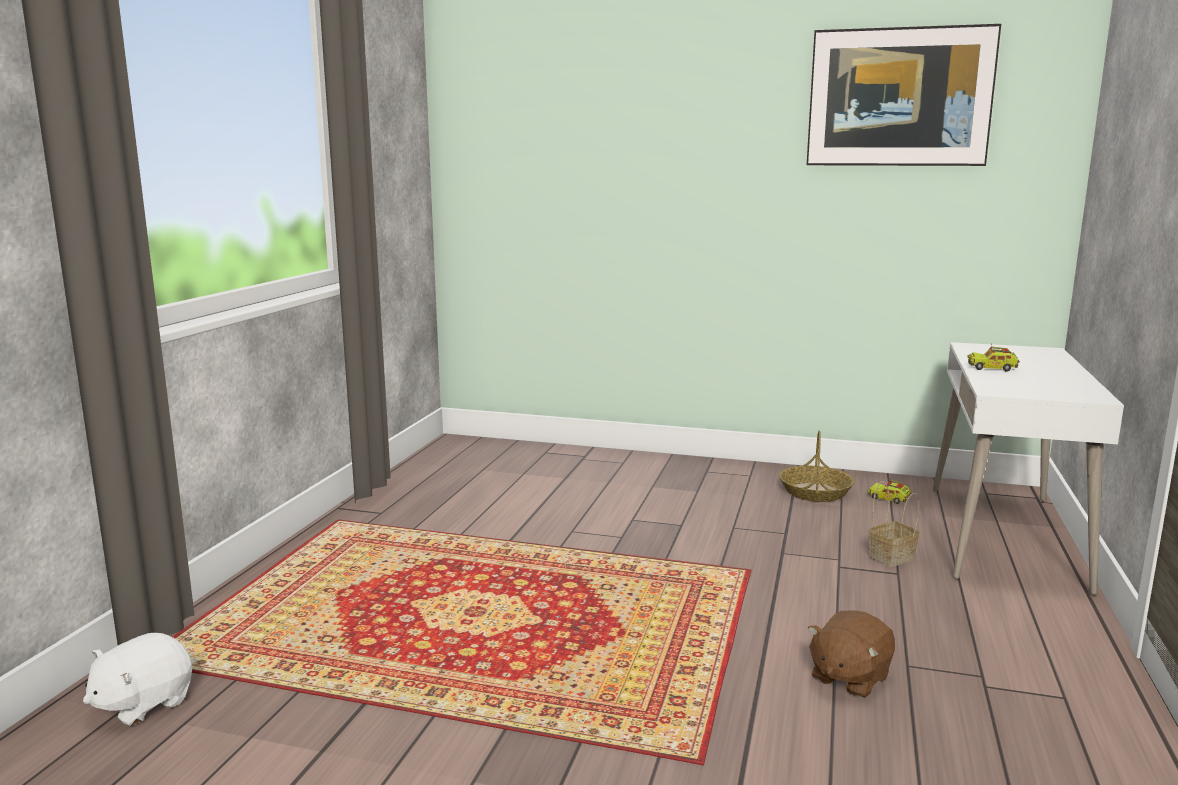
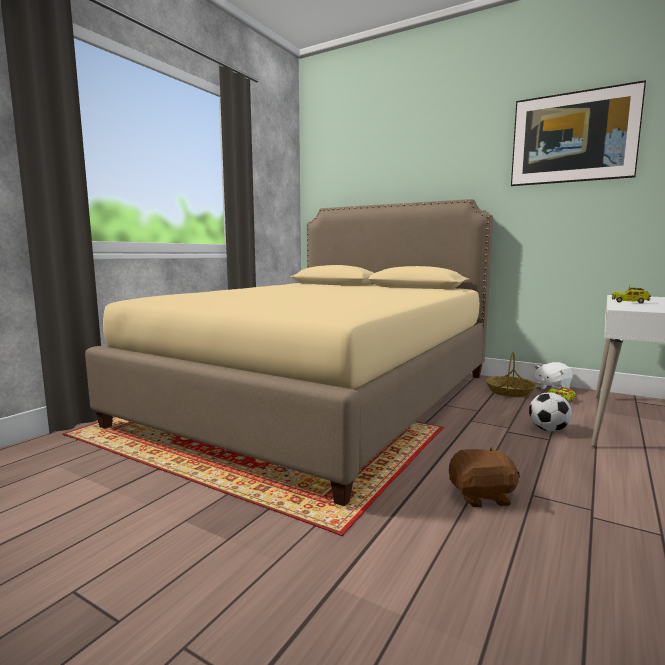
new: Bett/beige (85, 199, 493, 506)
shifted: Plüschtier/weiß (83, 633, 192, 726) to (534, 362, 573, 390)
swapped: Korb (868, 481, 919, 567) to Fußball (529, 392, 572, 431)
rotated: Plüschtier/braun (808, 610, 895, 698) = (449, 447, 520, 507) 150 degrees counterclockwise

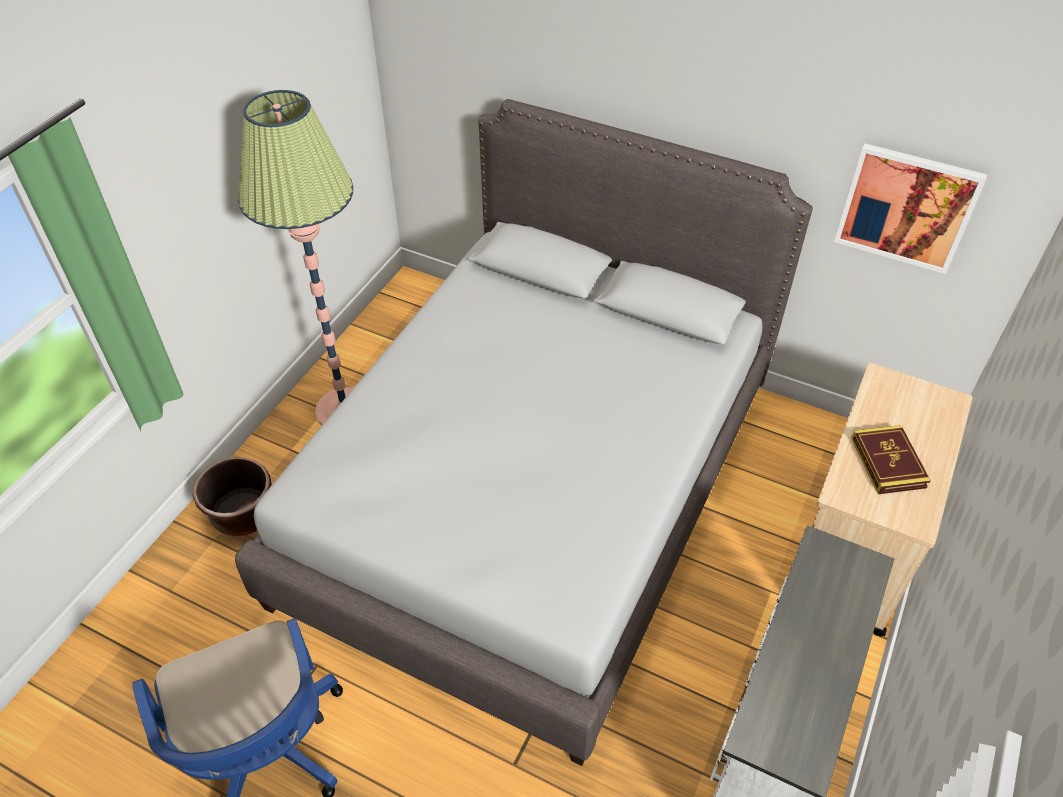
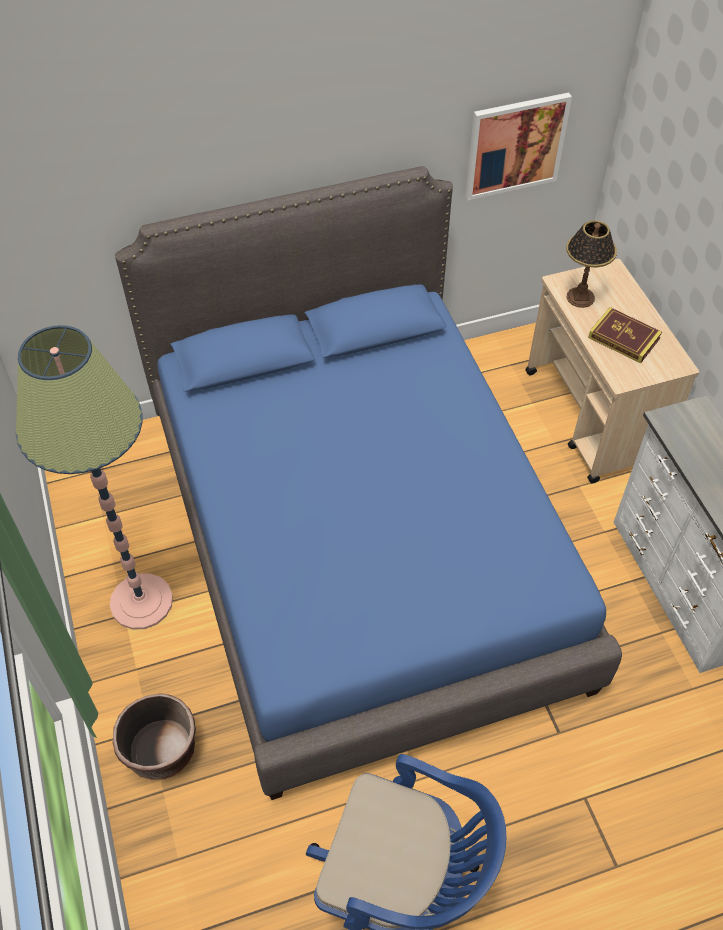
new: Tischlampe (566, 221, 617, 308)
repainted: Bett/grau (235, 99, 813, 766) to Bett/blau (115, 166, 622, 800)

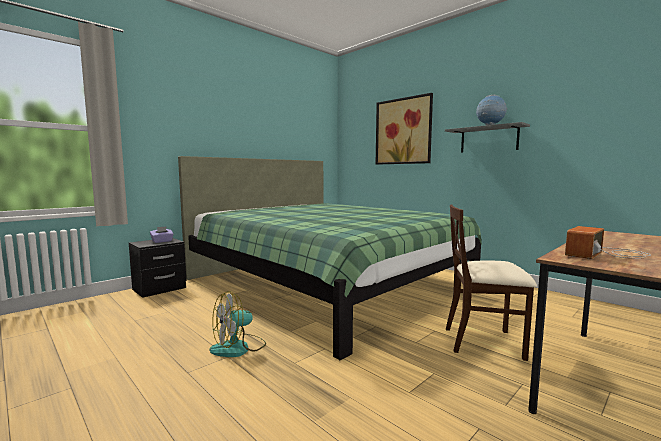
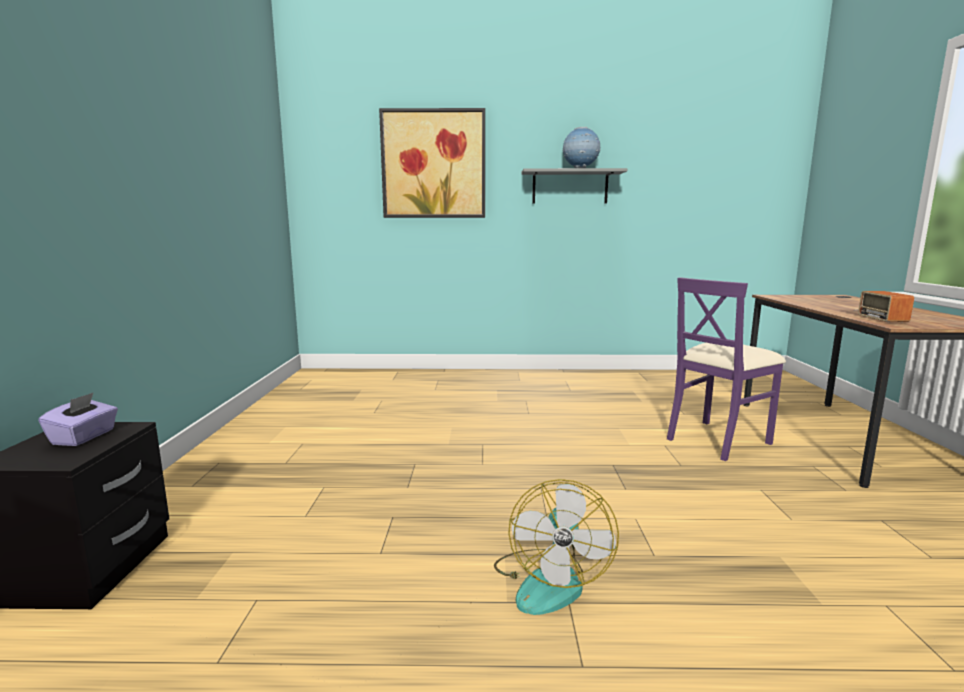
gone: Bett/grün (178, 156, 482, 360)
repainted: Stuhl/beige (446, 205, 537, 361) to Stuhl/lila (667, 277, 786, 461)

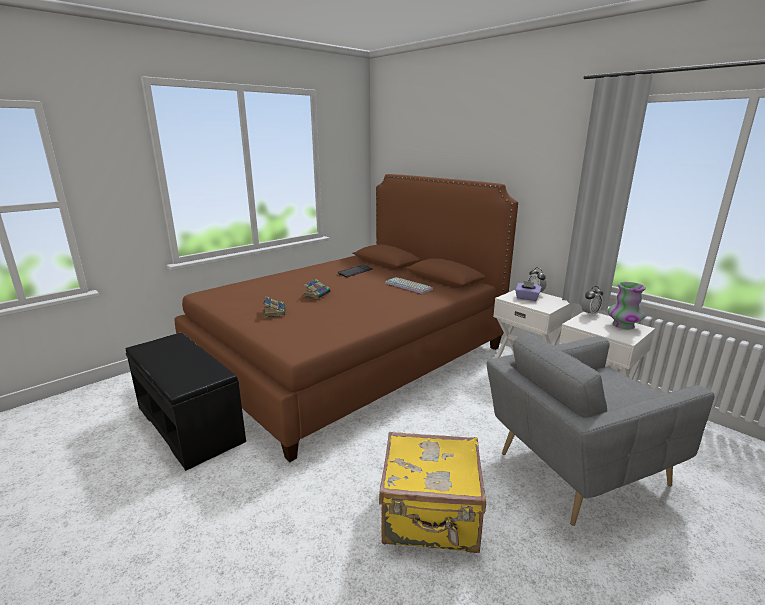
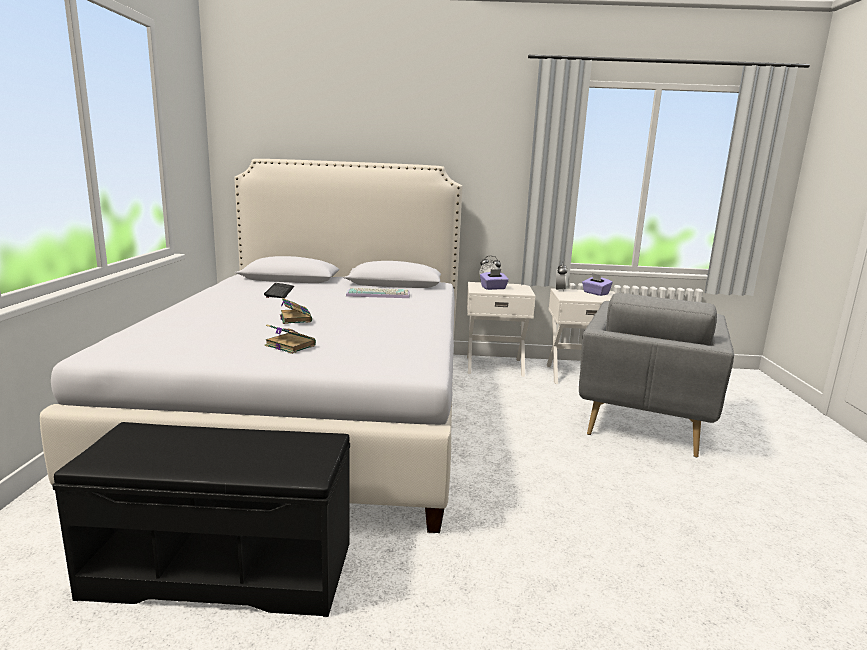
gone: Koffer/gelb (379, 432, 486, 553)
swapped: Vase (608, 282, 646, 329) to Taschentuchbox/lila (582, 273, 613, 296)
repainted: Bett/braun (175, 174, 518, 462) to Bett/weiß (40, 159, 462, 533)

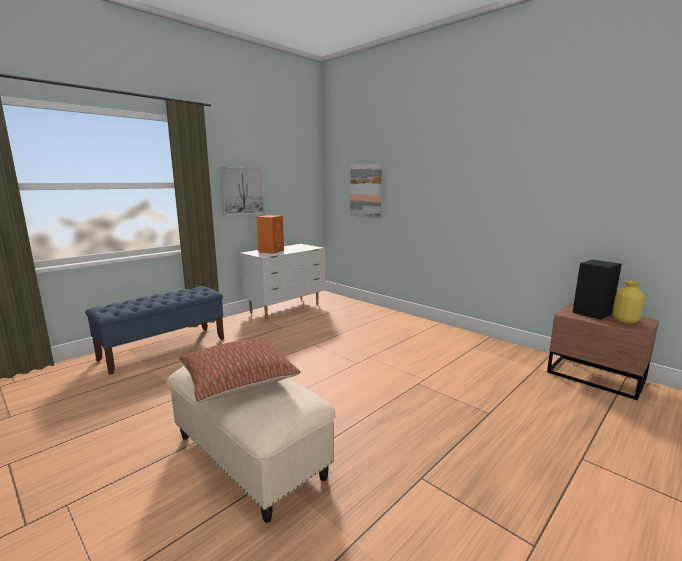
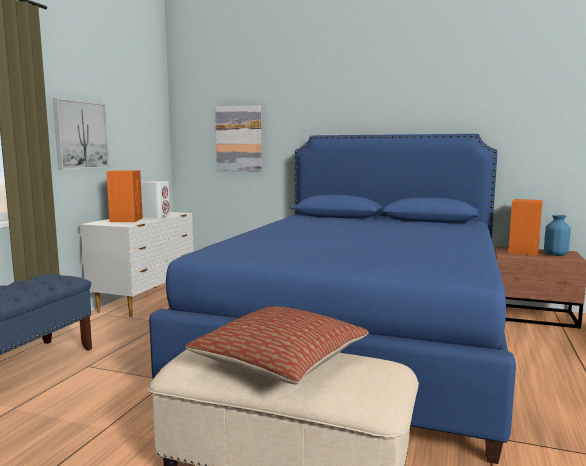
new: Bett/blau (149, 134, 516, 464); Lautsprecher/weiß (141, 181, 170, 218)
repainted: Lautsprecher/schwarz (572, 260, 622, 320) to Lautsprecher/orange (508, 199, 543, 256); Vase/gelb (612, 281, 645, 323) to Vase/blau (544, 215, 571, 256)

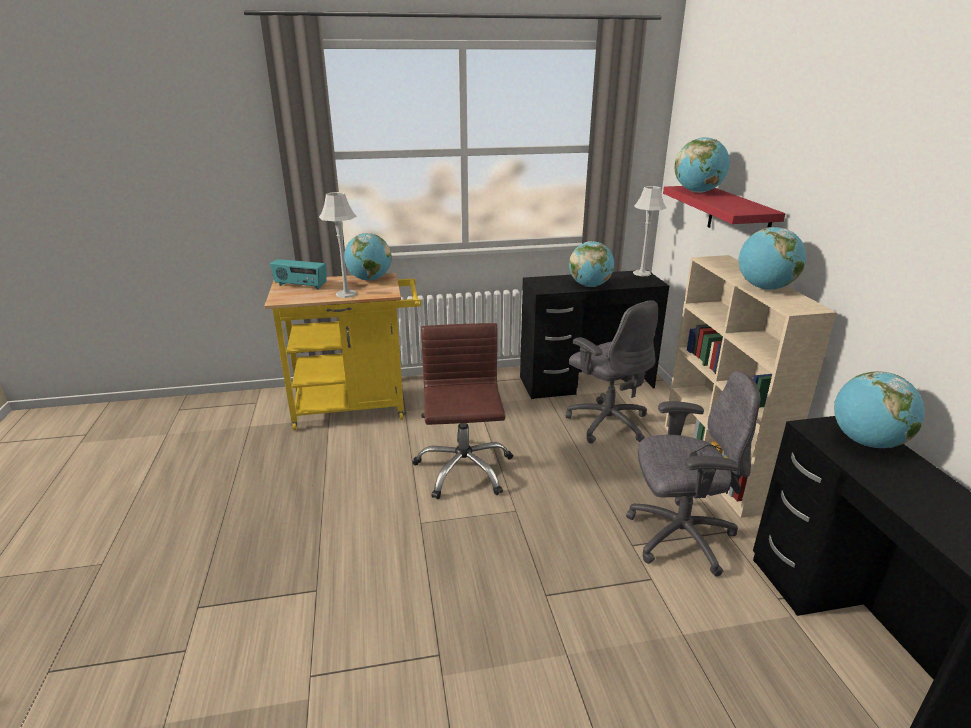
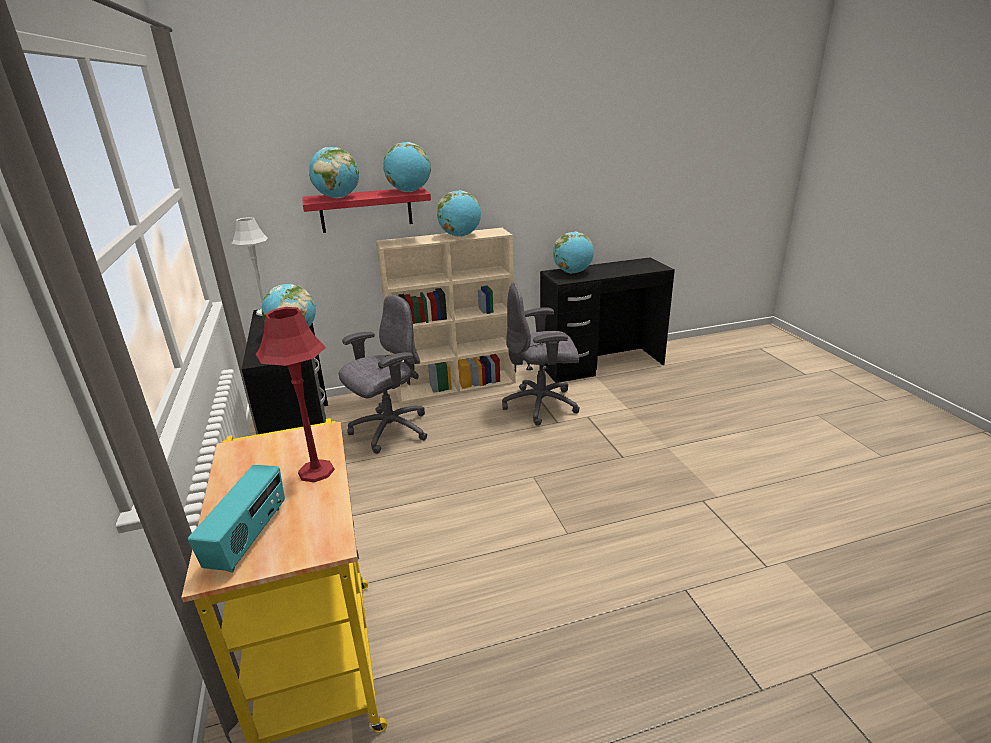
gone: Bürostuhl/braun (412, 323, 513, 499)
shifted: Globus (344, 233, 392, 281) to (383, 142, 431, 192)
repainted: Tischlampe/grau (319, 192, 357, 298) to Tischlampe/rot (256, 307, 335, 482)
rotated: Bürostuhl/grau (626, 371, 760, 577) = (502, 282, 580, 426) 90 degrees counterclockwise

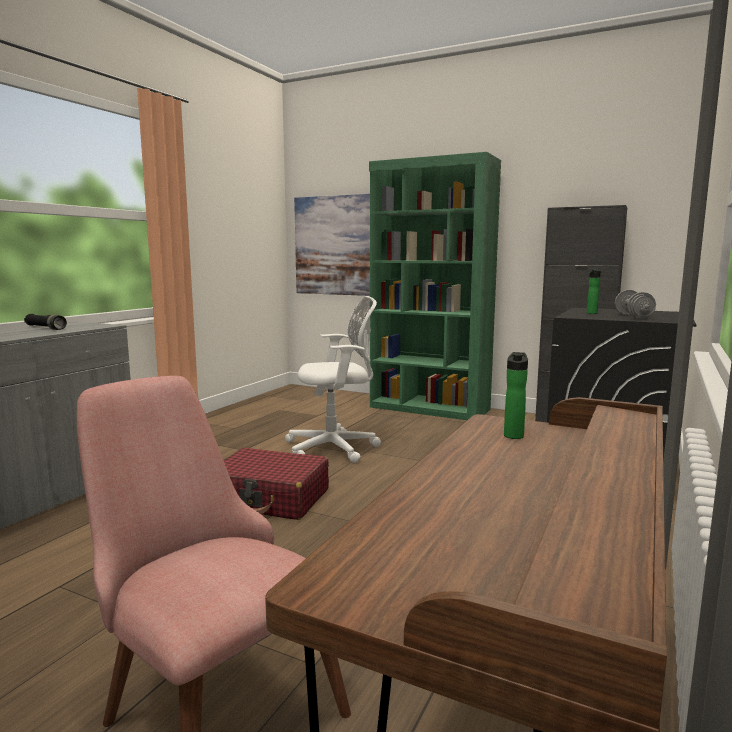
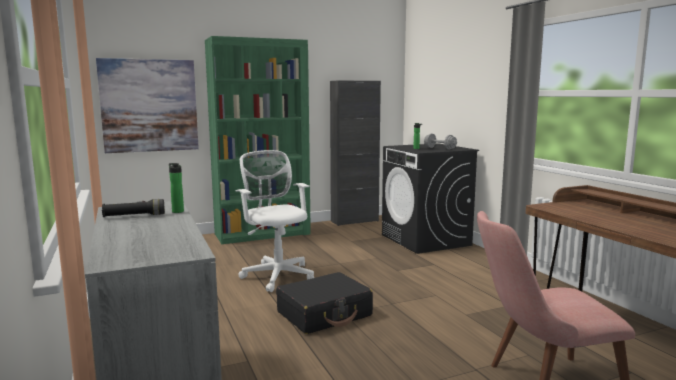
shifted: Flasche (504, 352, 528, 439) to (169, 163, 184, 213)
repainted: Koffer/rot (224, 447, 329, 520) to Koffer/schwarz (276, 272, 373, 334)
rotated: Bürostuhl/weiß (285, 296, 381, 463) = (235, 150, 314, 292) 60 degrees counterclockwise

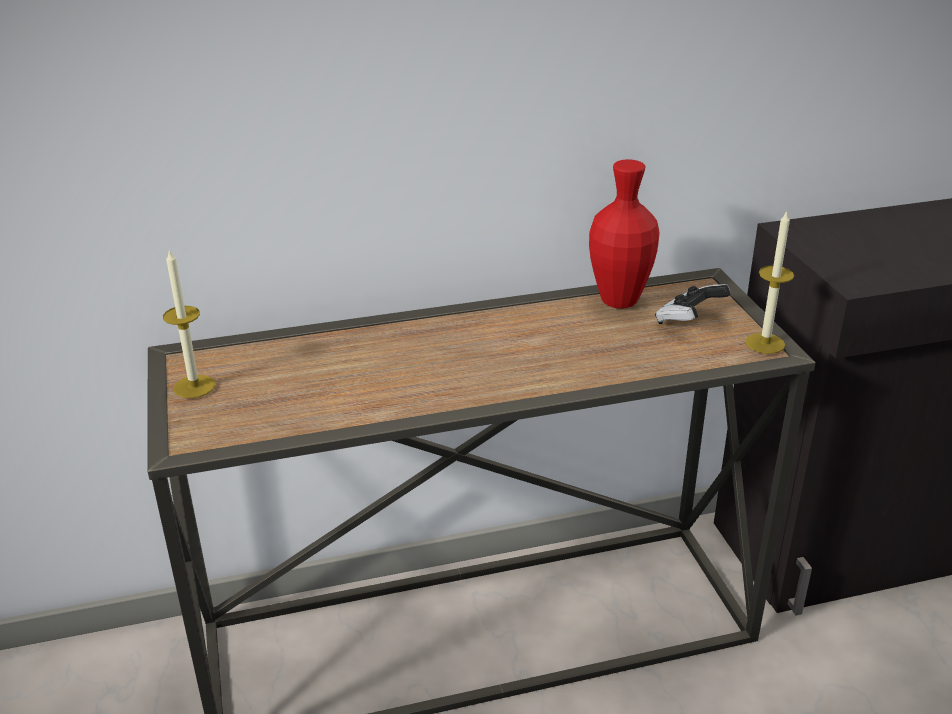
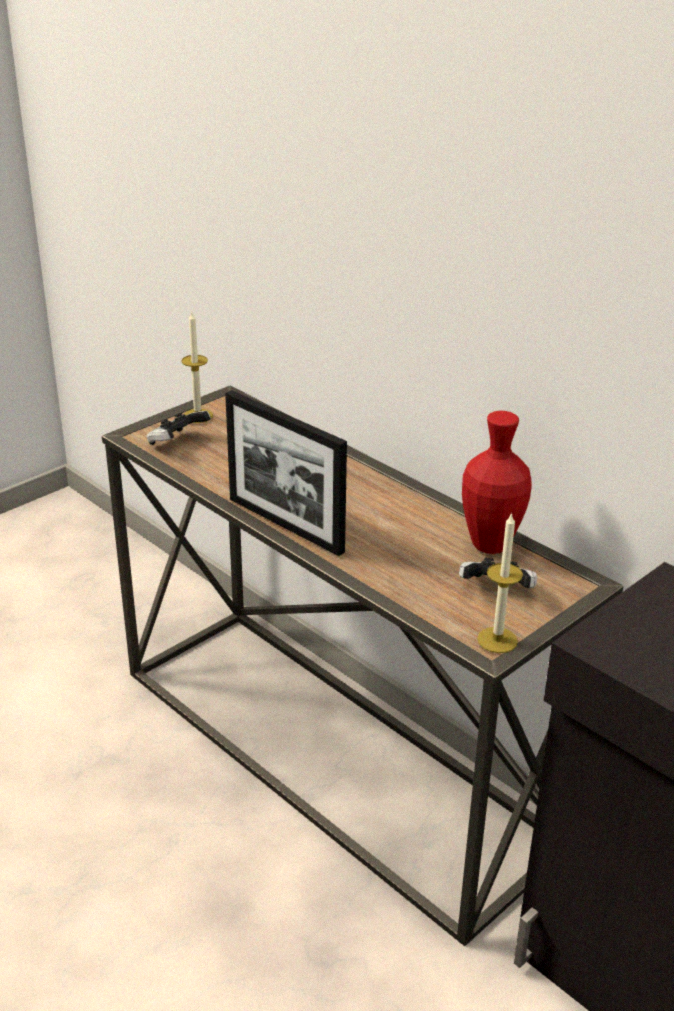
new: Bilderrahmen (225, 390, 347, 556); Gamepad (147, 411, 211, 445)

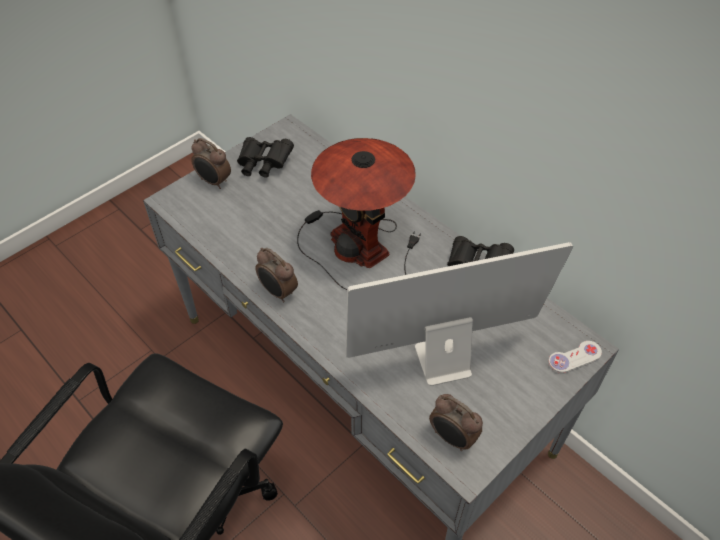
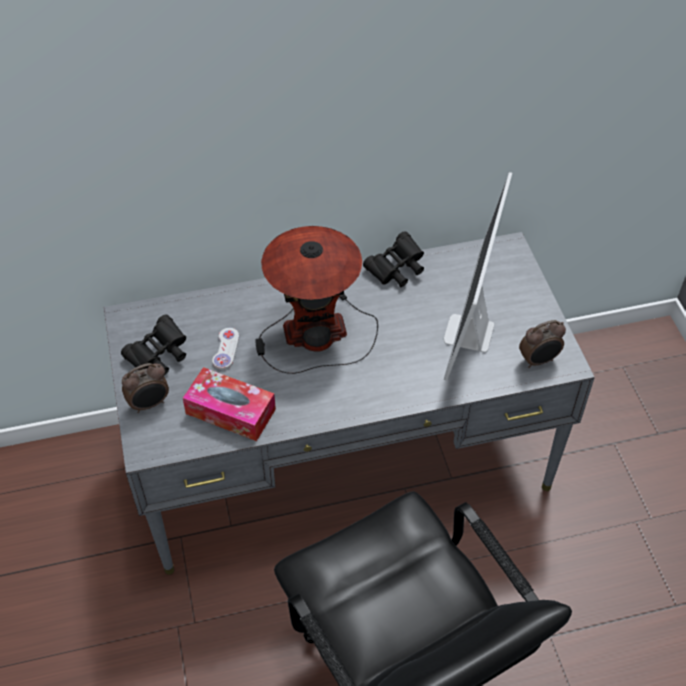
gone: Wecker (255, 248, 298, 302)
new: Taschentuchbox (183, 367, 276, 441)
shifted: Gamepad/weiß (548, 341, 602, 374) to (212, 328, 239, 370)

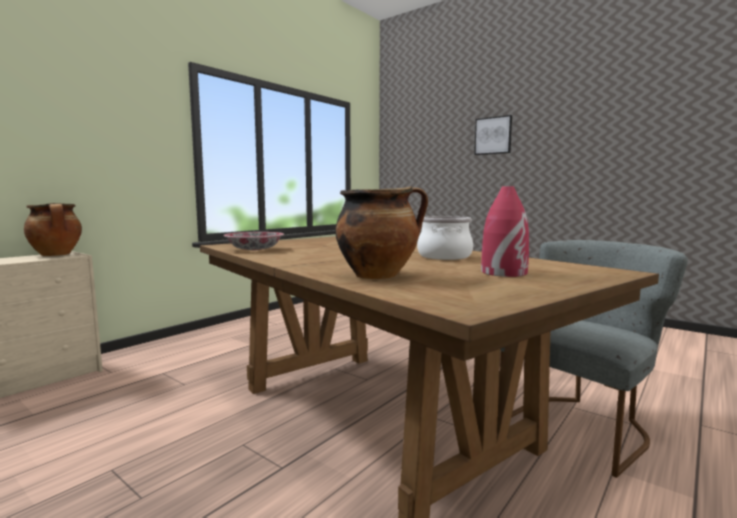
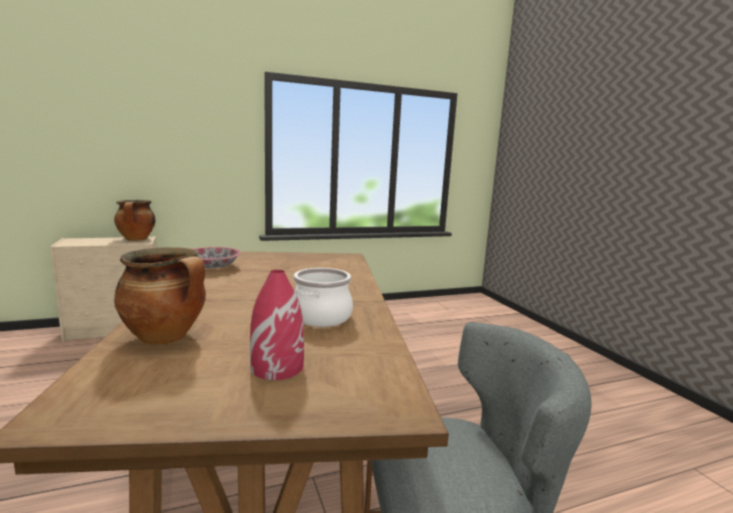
gone: Bild (474, 115, 512, 155)

